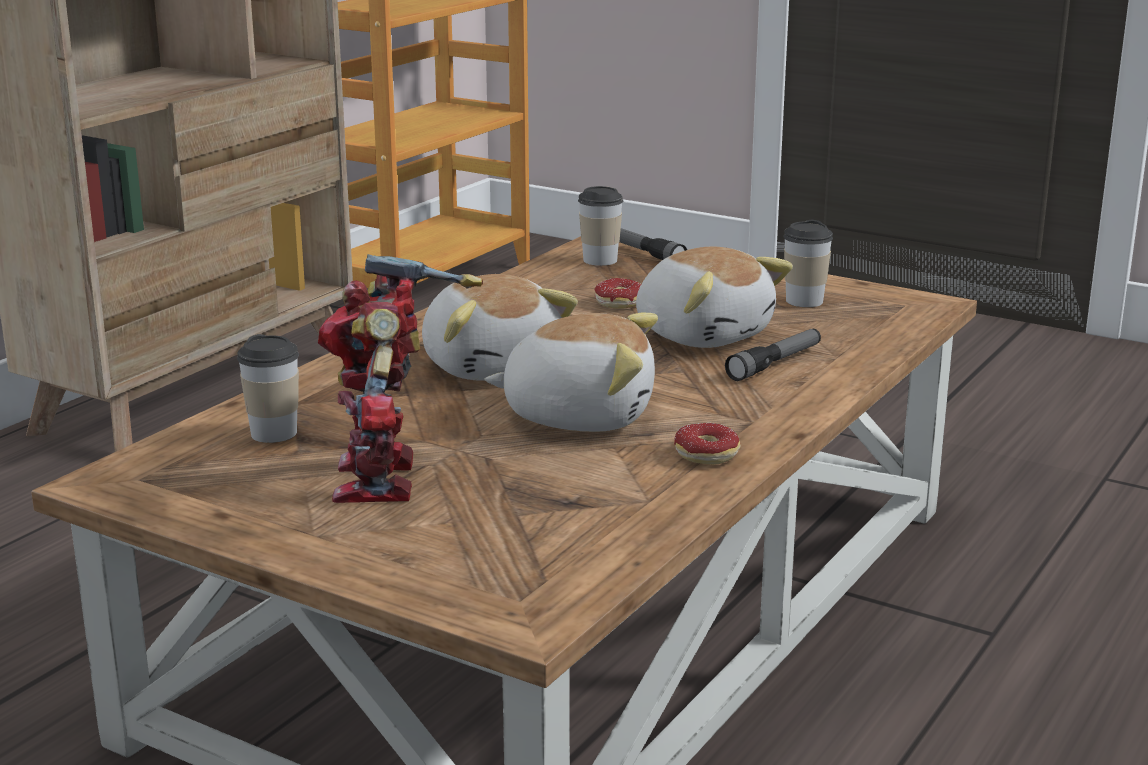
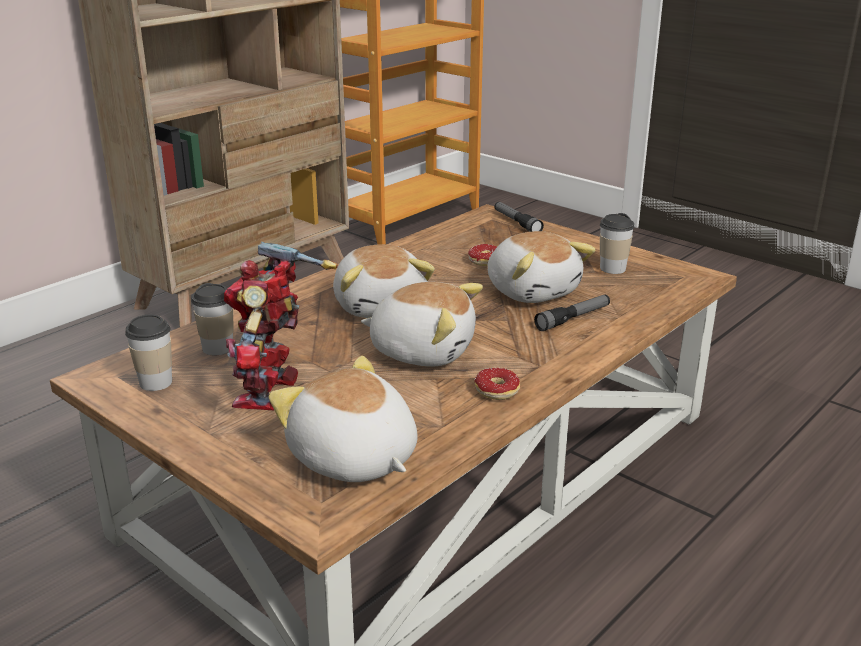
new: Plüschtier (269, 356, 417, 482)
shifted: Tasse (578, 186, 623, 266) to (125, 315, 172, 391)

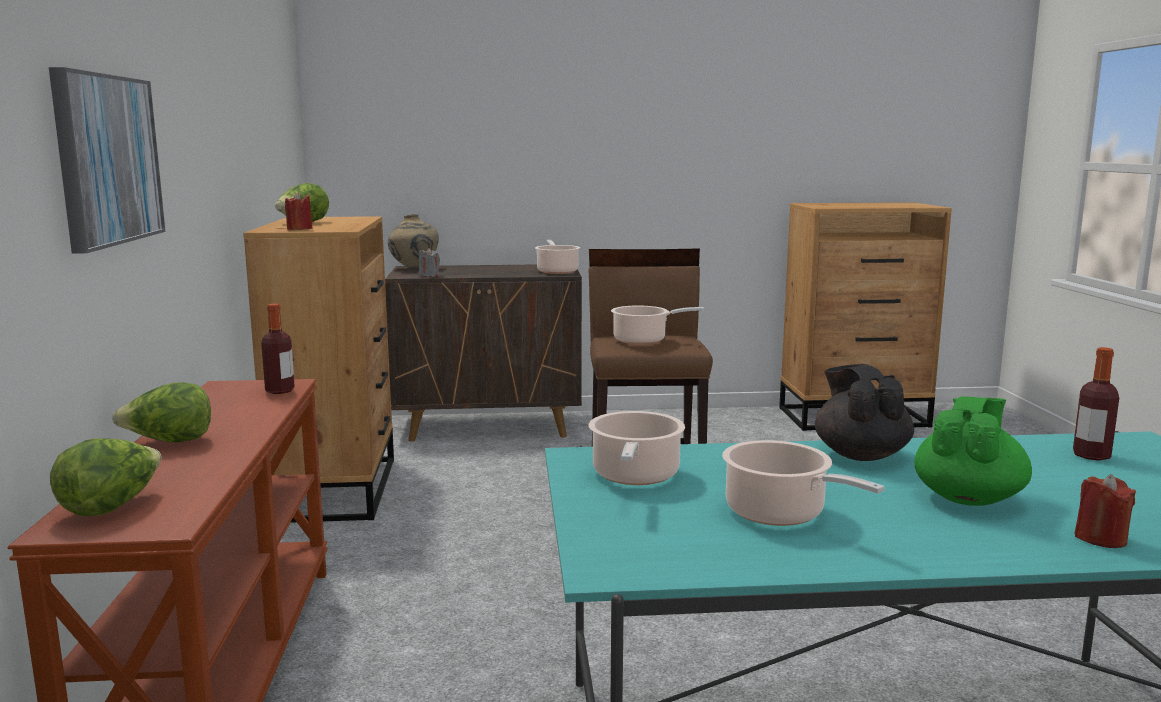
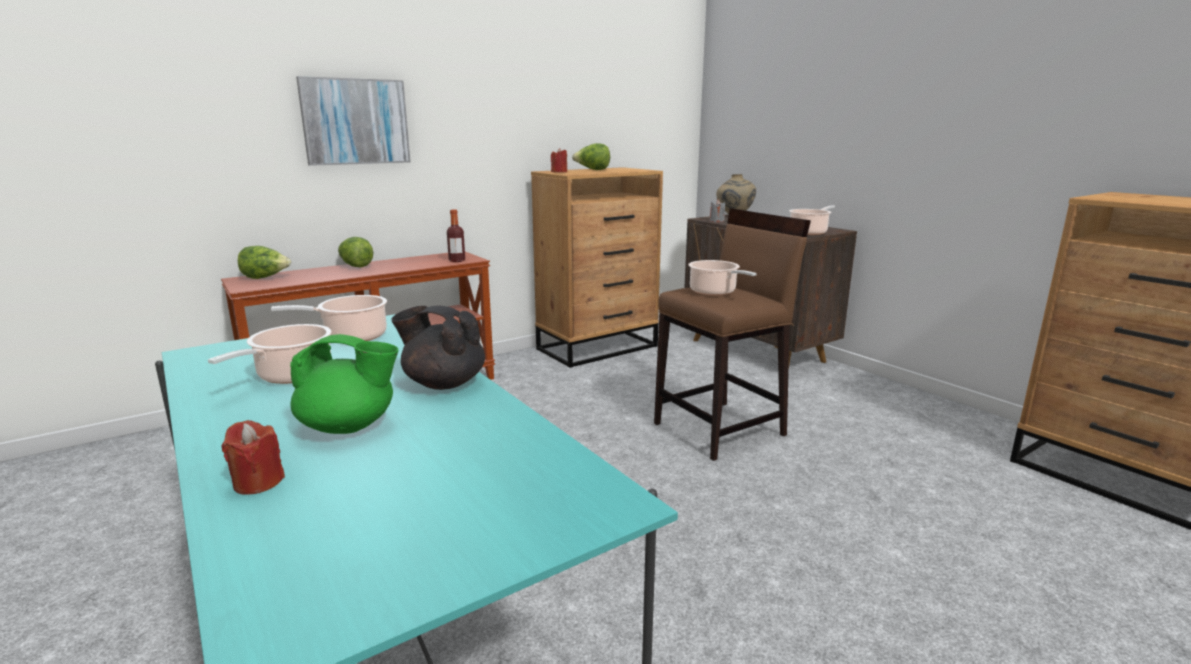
gone: Flasche (1073, 347, 1119, 461)
rotated: Teekanne/schwarz (815, 364, 914, 461) = (391, 305, 485, 390) 120 degrees counterclockwise

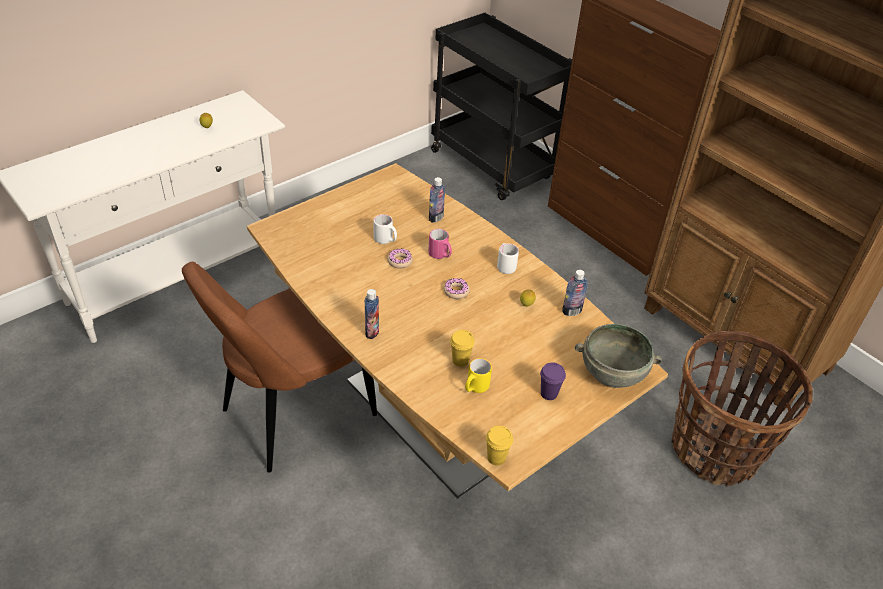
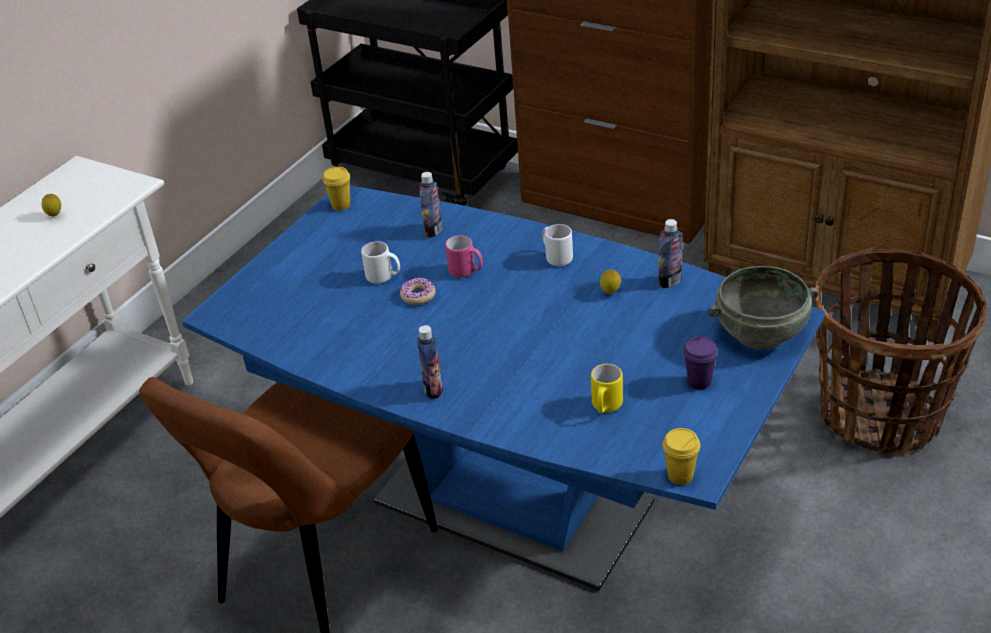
gone: Donut (444, 278, 470, 299)
shifted: Tasse/gelb (450, 330, 475, 367) to (323, 167, 350, 211)
repainted: Esstisch/braun (247, 163, 668, 498) to Esstisch/blau (182, 185, 825, 591)

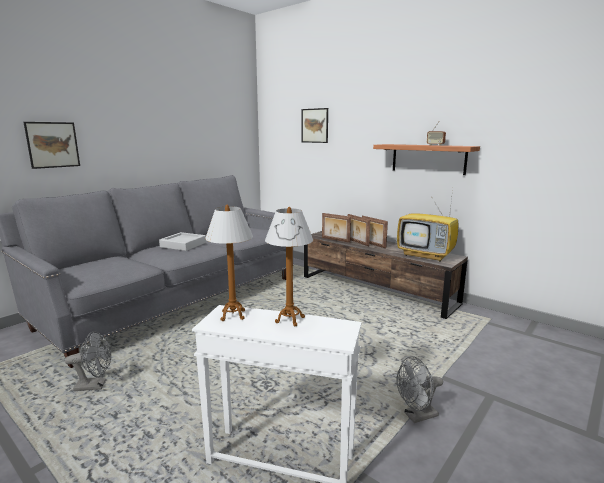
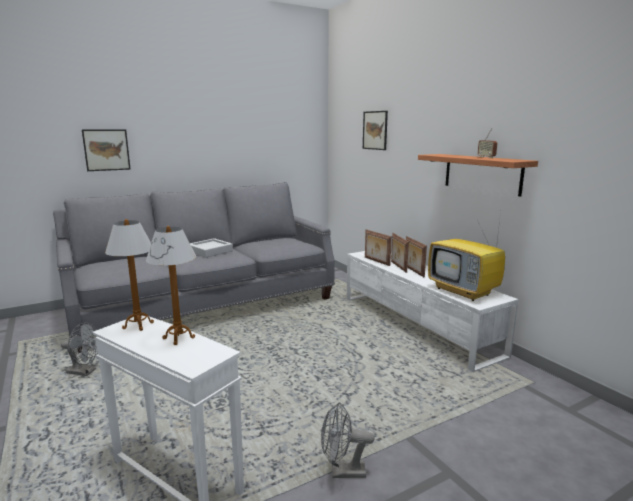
repainted: Fernsehschrank/braun (304, 231, 468, 319) to Fernsehschrank/weiß (347, 251, 518, 372)

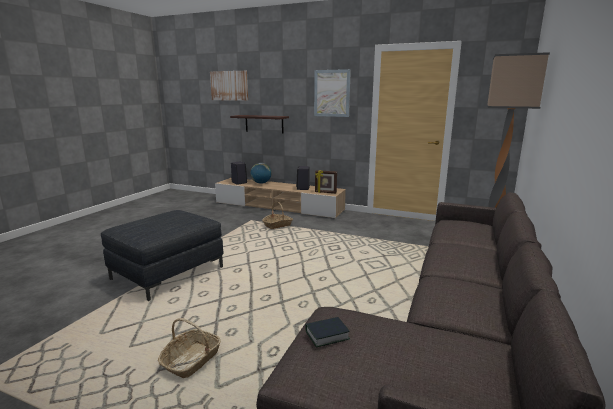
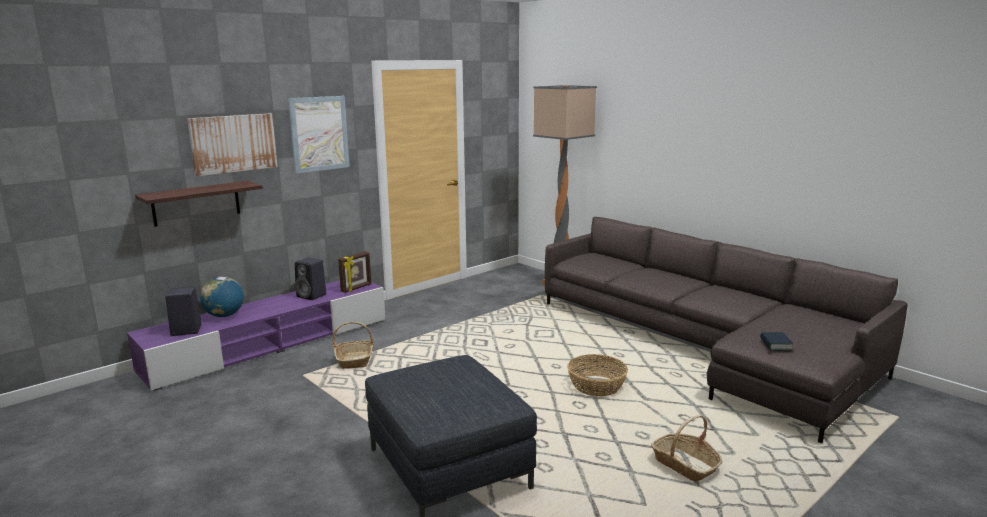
new: Korb (567, 354, 628, 396)
shifted: Bild (210, 71, 248, 101) to (187, 114, 278, 176)
repainted: Fernsehschrank/beige (215, 178, 346, 219) to Fernsehschrank/lila (127, 280, 385, 391)

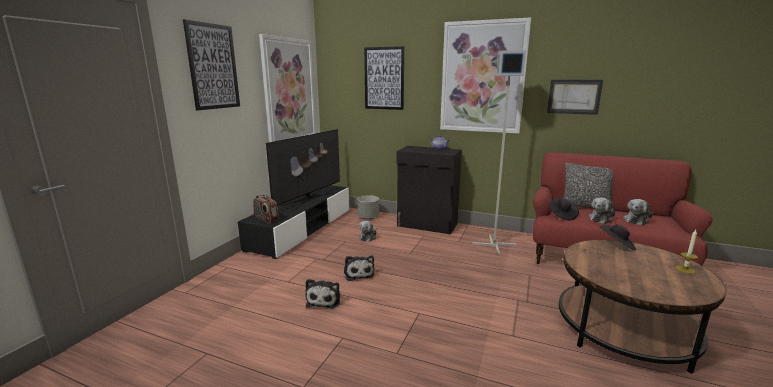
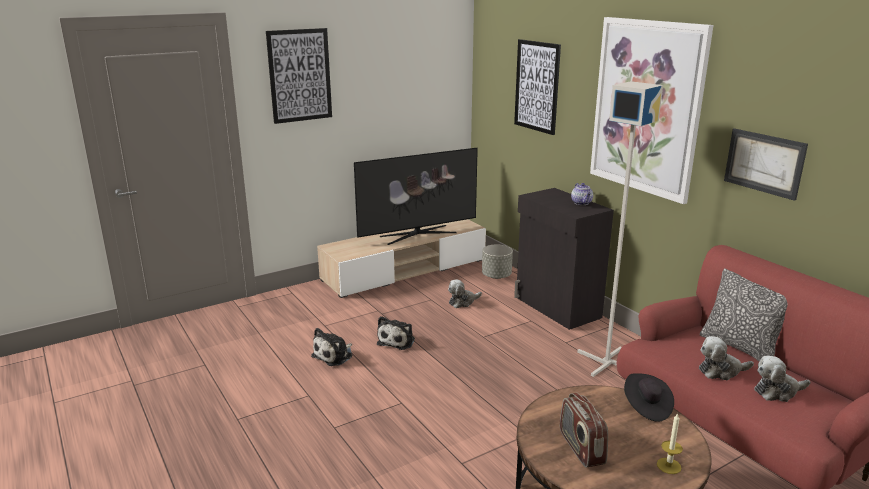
gone: Bild (259, 34, 316, 142); Hut/schwarz (549, 198, 579, 220)
shifted: Radio (253, 195, 279, 224) to (560, 393, 608, 468)
repainted: Fernsehschrank/schwarz (238, 185, 349, 259) to Fernsehschrank/beige (317, 219, 486, 298)

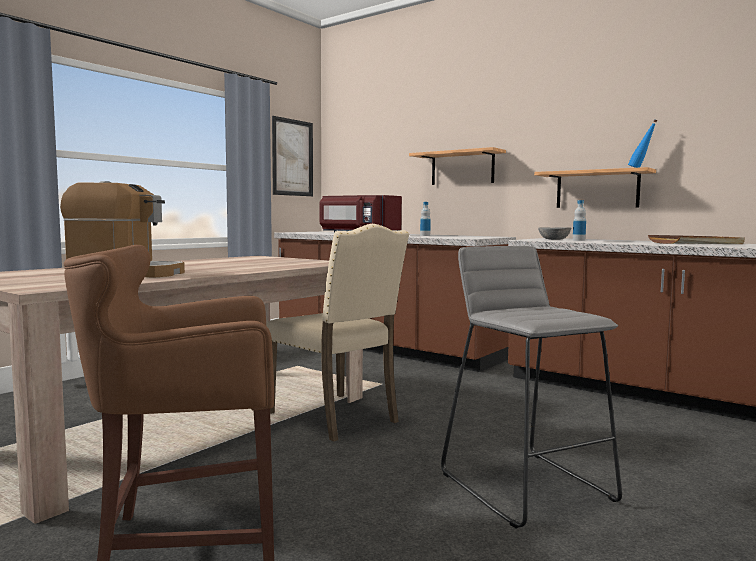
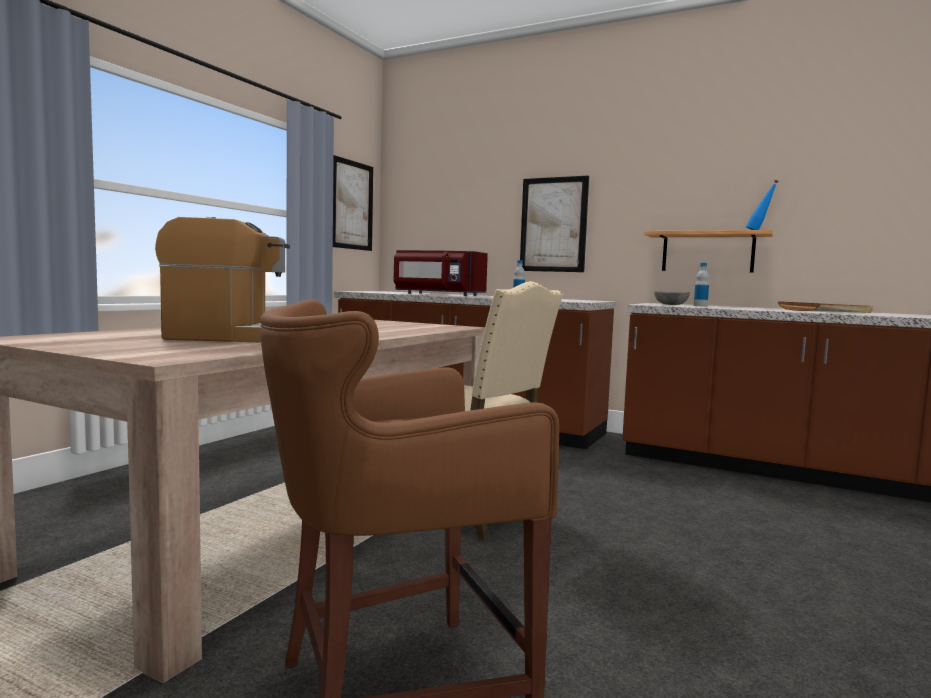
gone: Hocker/grau (441, 246, 622, 529)
swapped: Wandregal (409, 147, 506, 185) to Bild (520, 175, 589, 272)

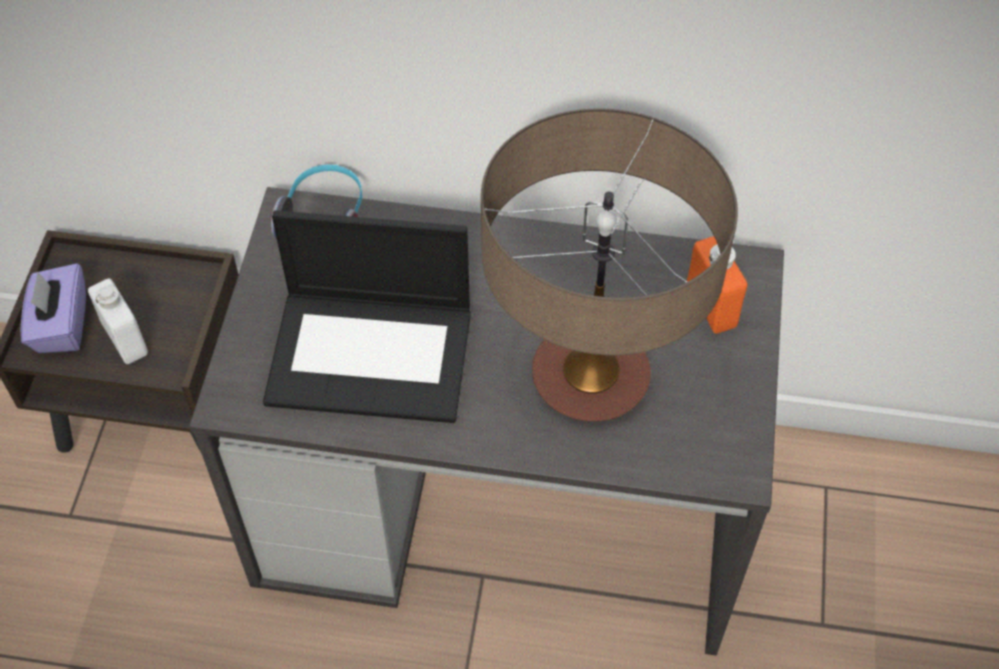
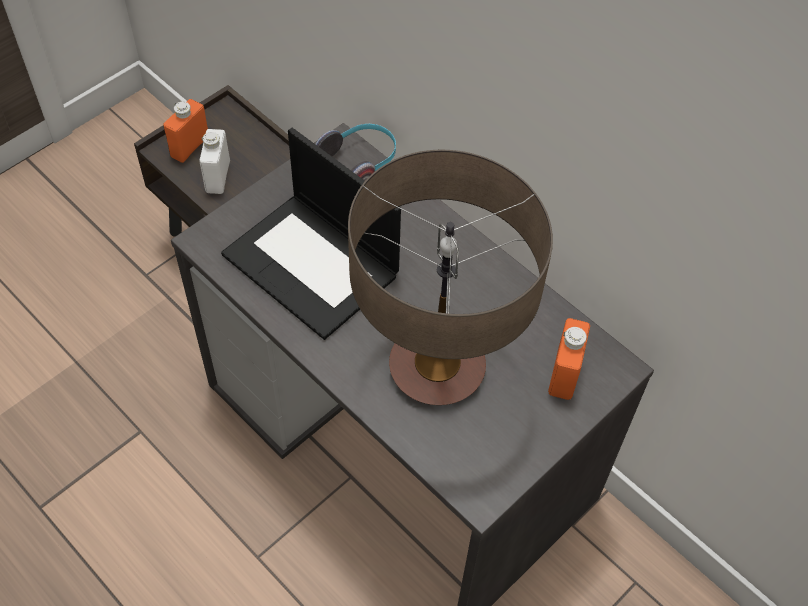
swapped: Taschentuchbox/lila (20, 263, 86, 353) to Flasche/orange (163, 99, 208, 163)

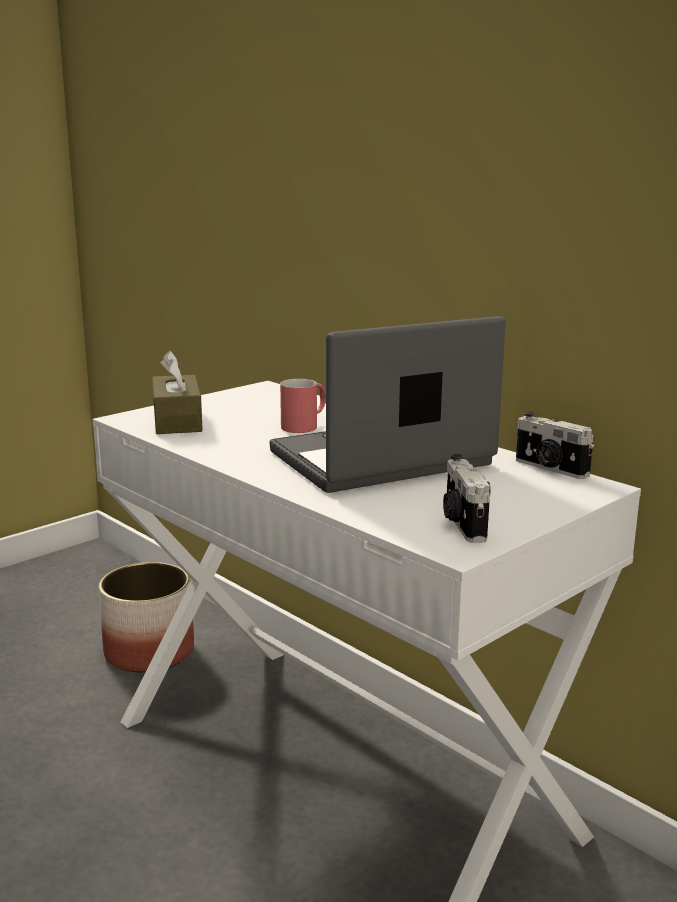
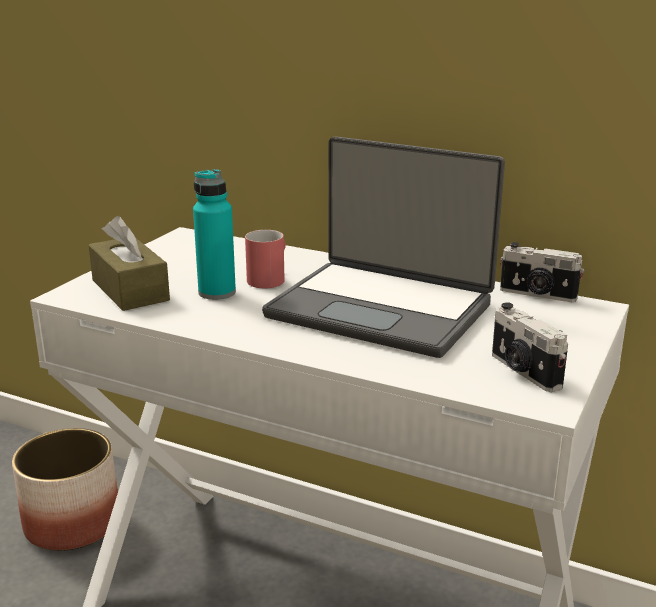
new: Flasche/türkis (193, 169, 236, 300)
rotated: Laptop (270, 316, 506, 493) = (262, 136, 505, 358) 105 degrees counterclockwise

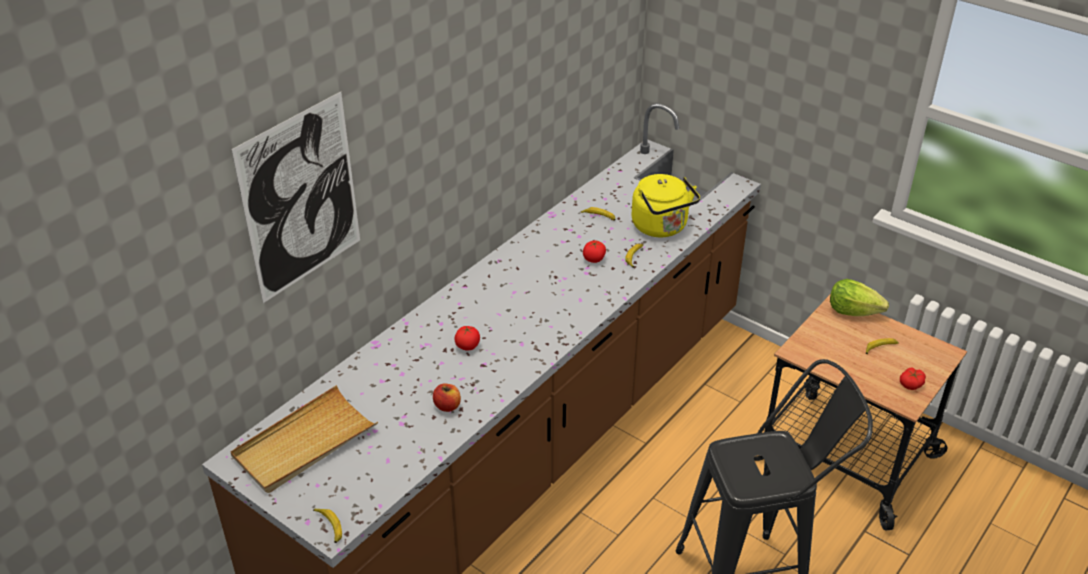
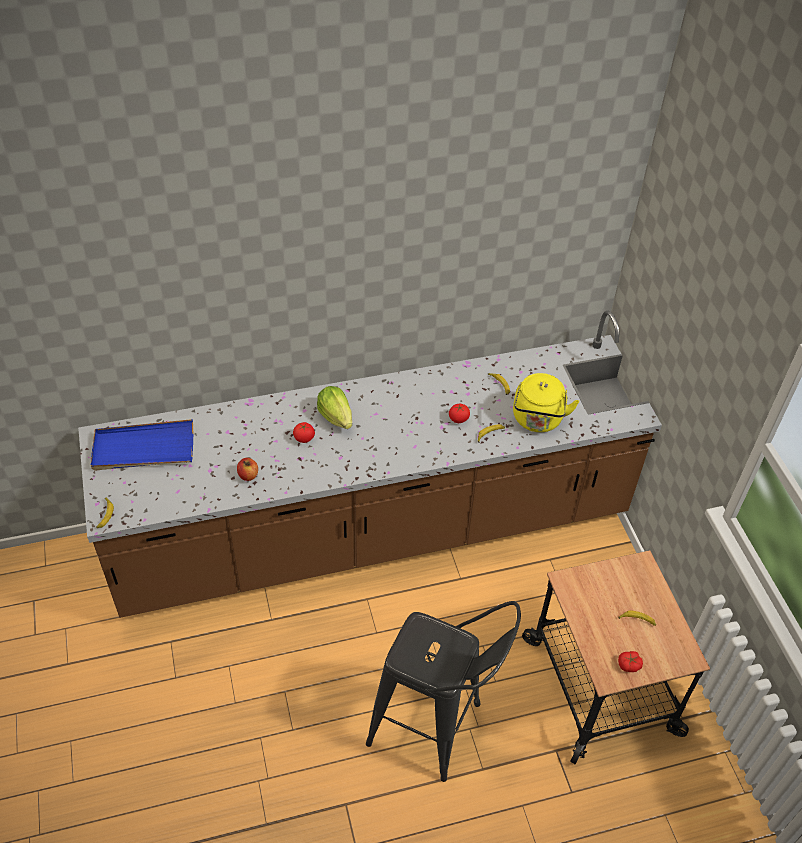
gone: Bild (231, 92, 360, 303)
shifted: Salatkopf (830, 279, 889, 316) to (317, 386, 352, 429)
repainted: Tablett/beige (230, 385, 378, 493) to Tablett/blau (91, 419, 193, 471)

